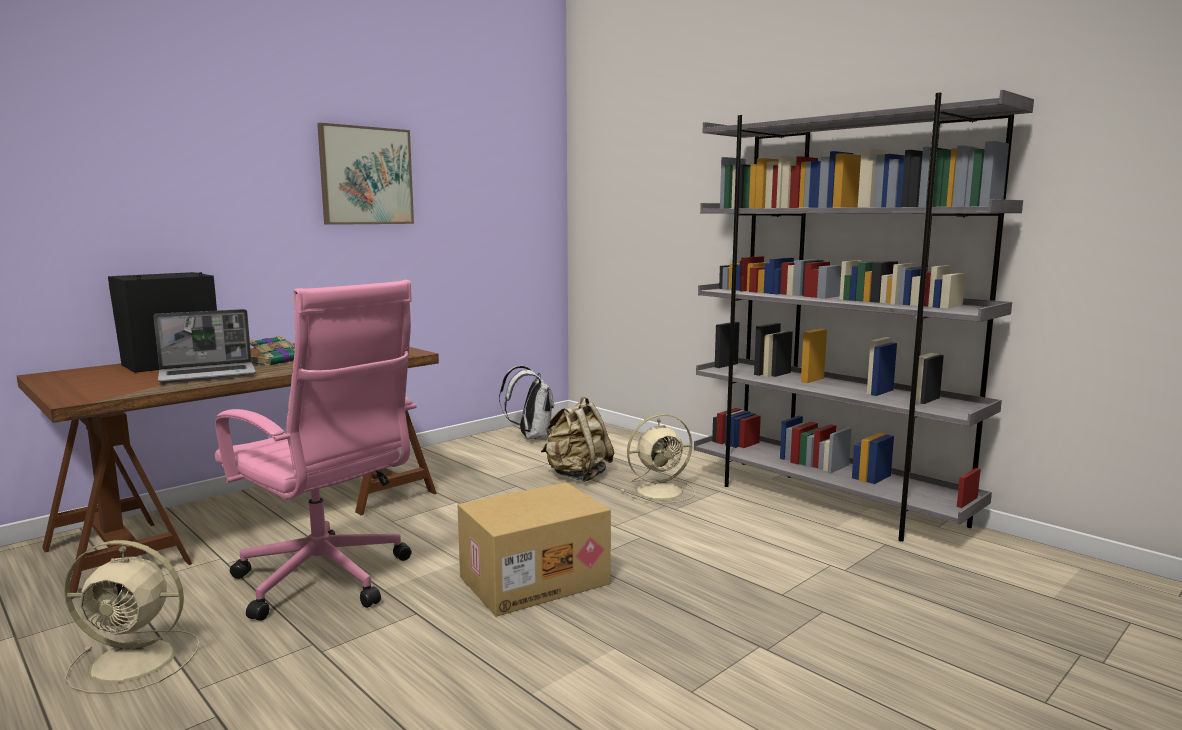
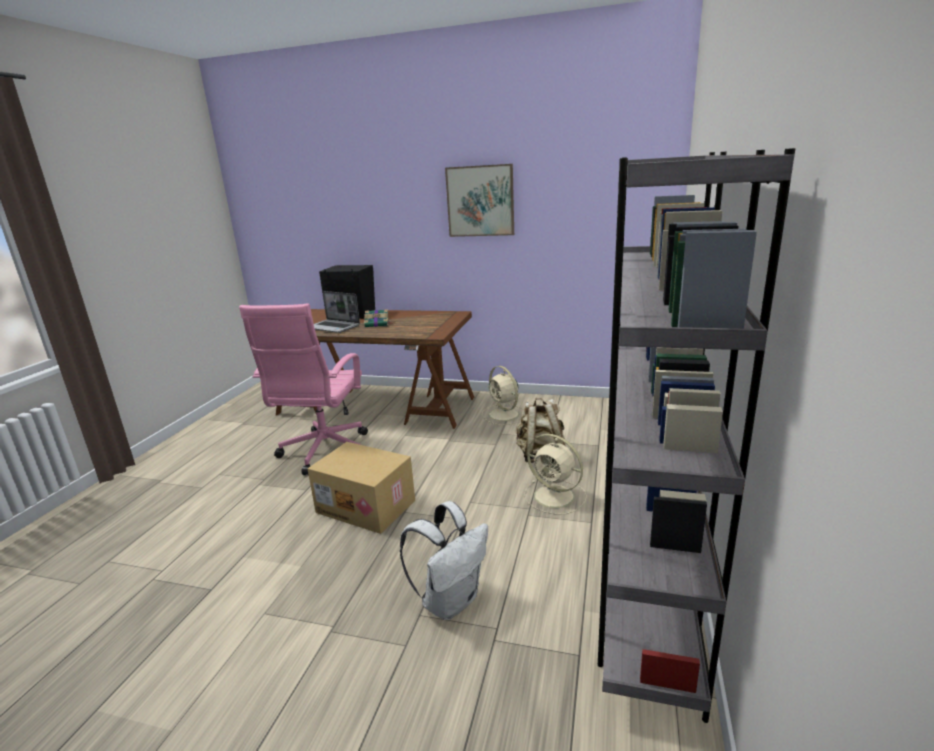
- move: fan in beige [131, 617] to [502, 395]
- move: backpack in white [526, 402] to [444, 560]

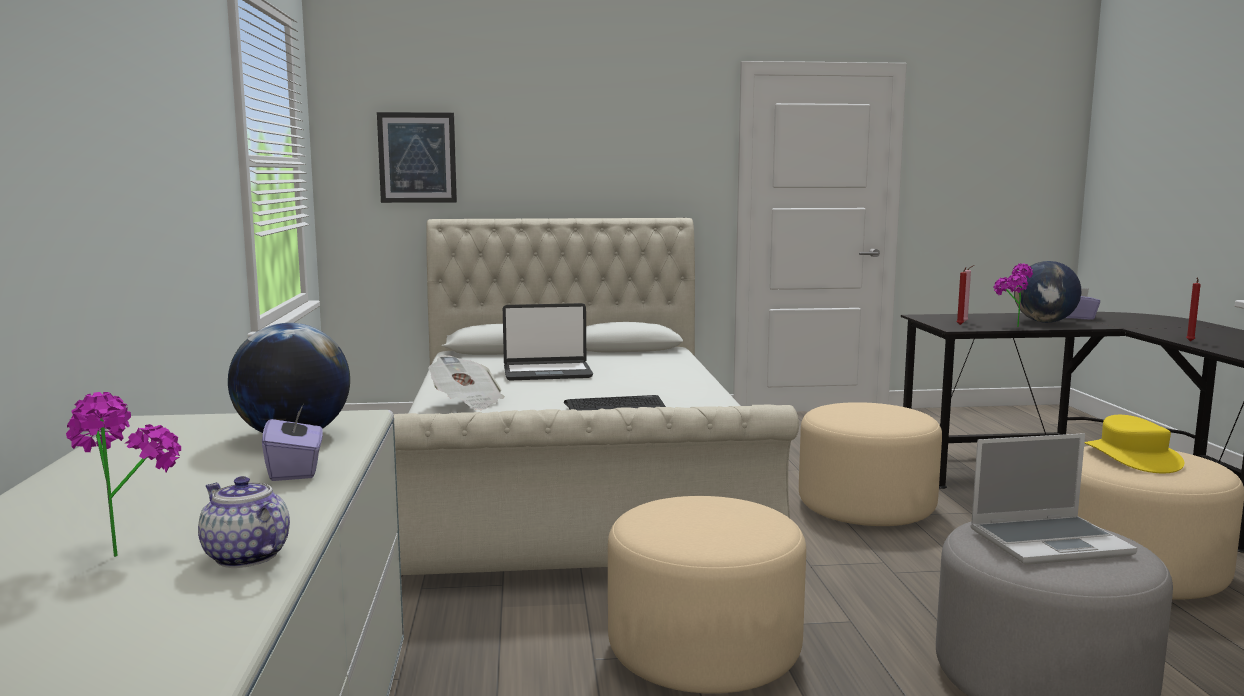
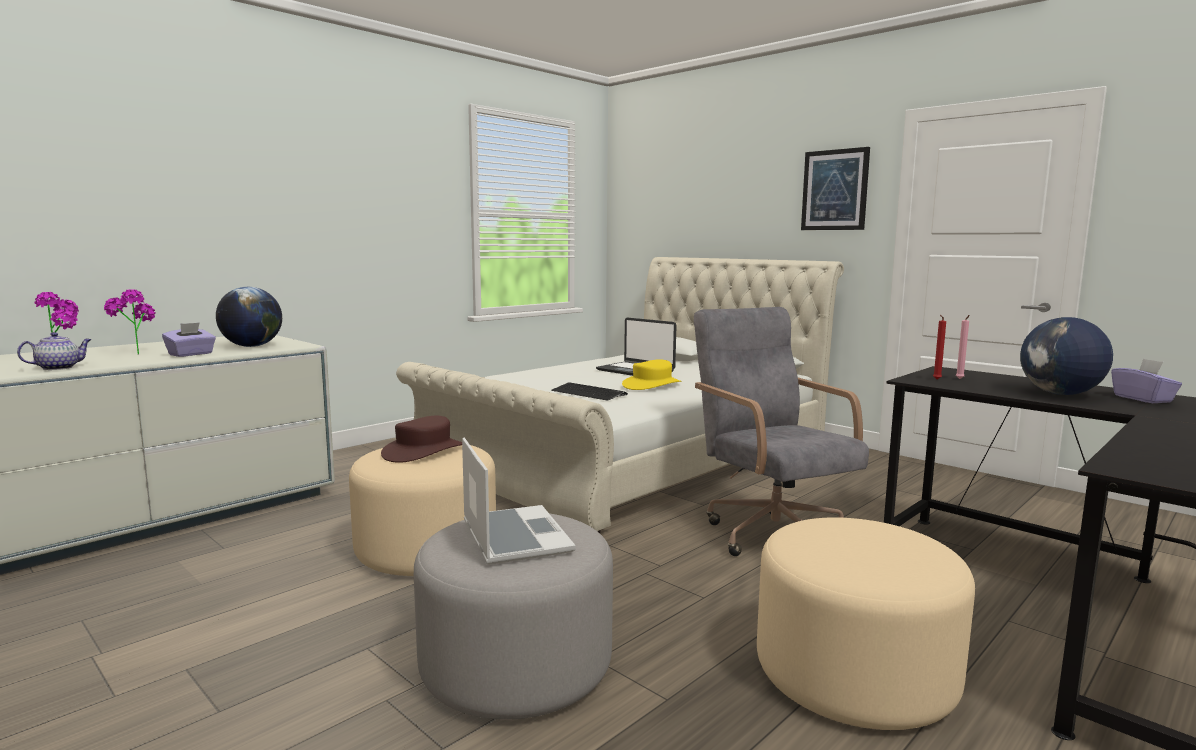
- rotate: teapot [244, 522] = [54, 351] 45 degrees clockwise
- move: picture [417, 157] to [835, 188]
- delete: newspaper [466, 382]
- replace: ottoman in beige [870, 464] to office chair in grey [781, 431]
- rotate: laptop [1053, 499] = [519, 501] 150 degrees counterclockwise
- move: potted plant [1013, 295] to [130, 321]
- move: hat in yellow [1134, 444] to [651, 374]
- delete: candle in red [1193, 309]
- insert: hat in brown [421, 439]

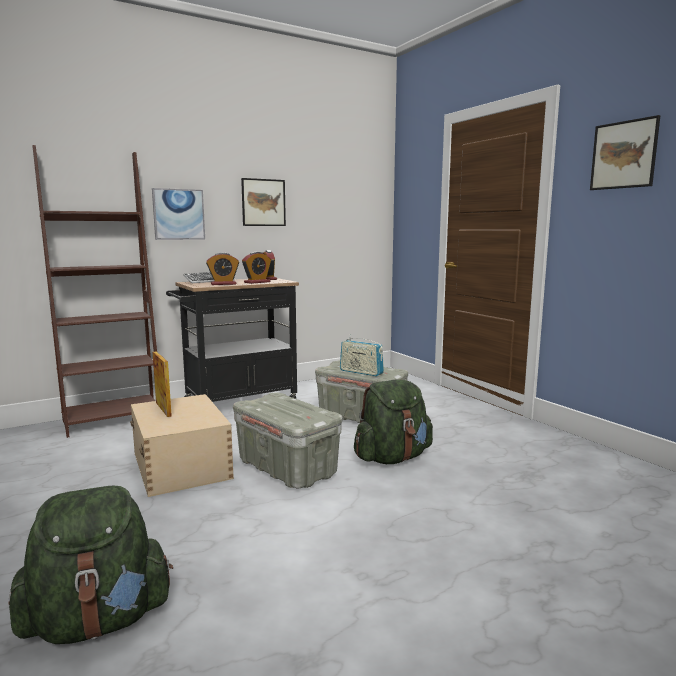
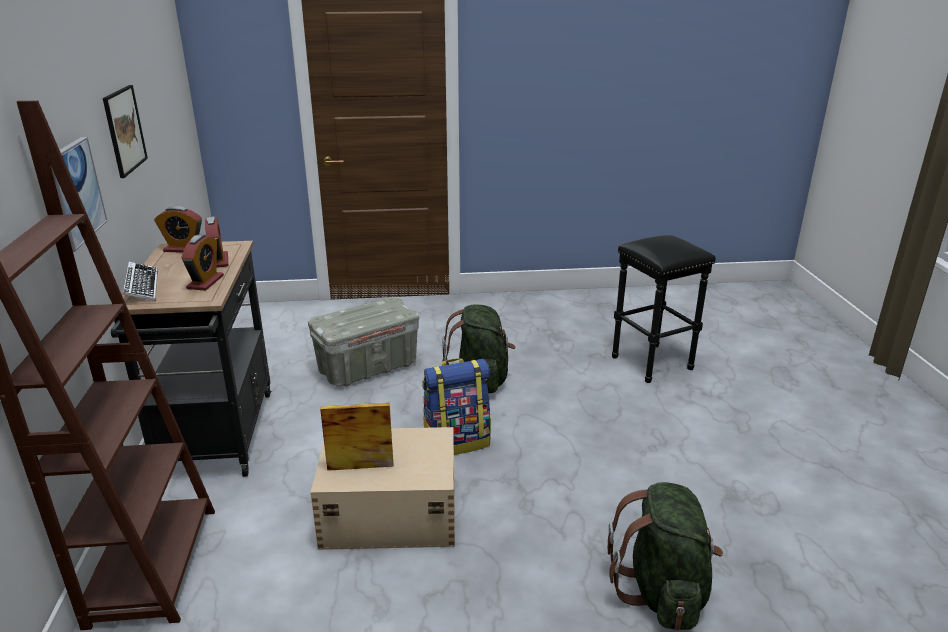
- replace: storage box in grey [287, 440] to backpack [456, 406]
- delete: radio [362, 355]
- delete: picture [625, 152]
- insert: stool in black [664, 309]

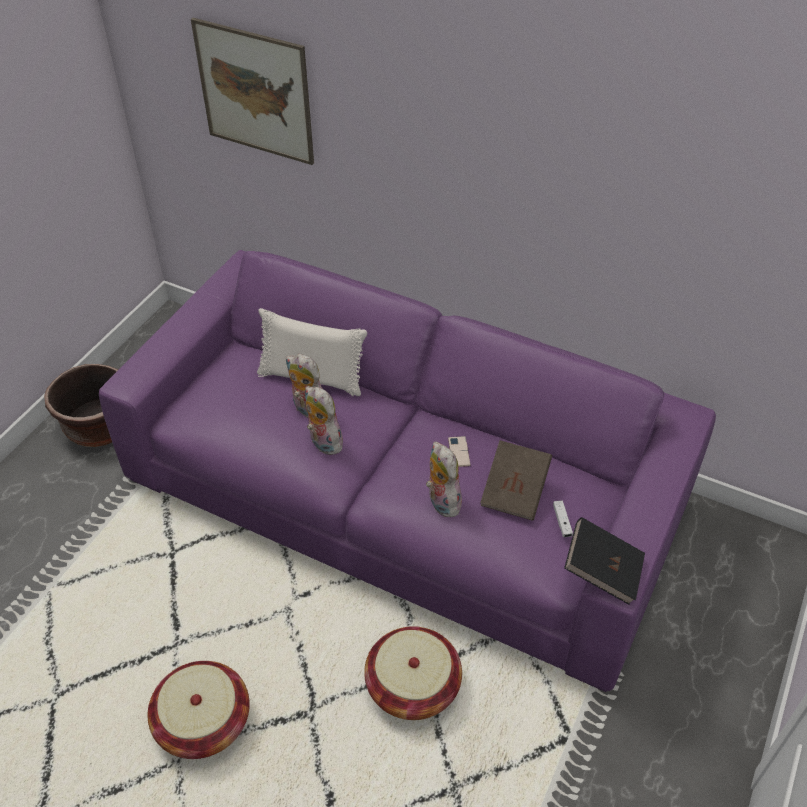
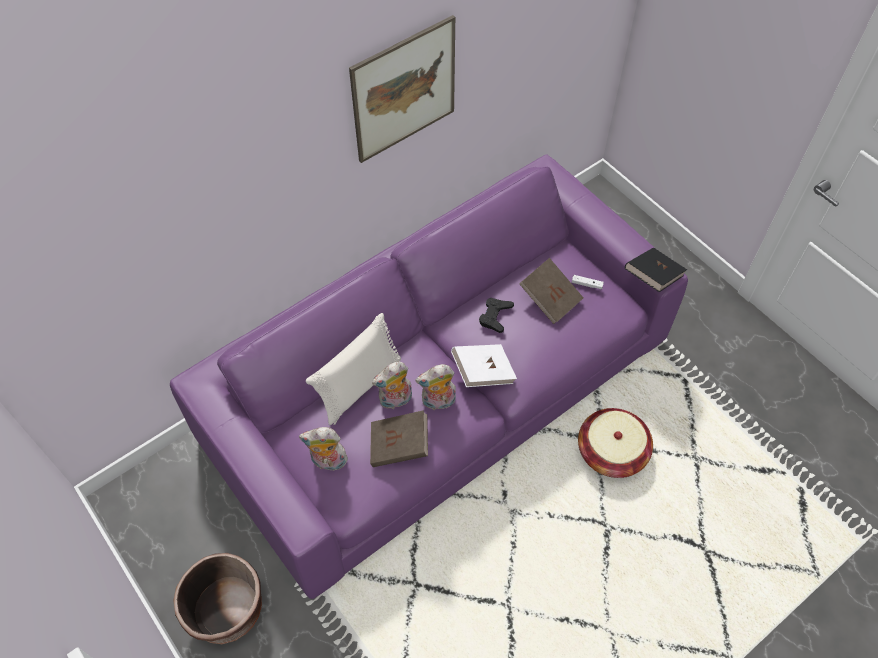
- delete: basket [199, 710]
- move: picture [252, 91] to [402, 89]
- move: plush toy [444, 479] to [324, 449]
- replace: phone [459, 451] to game controller in black [496, 315]
- insert: book in brown [399, 438]
- insert: book in white [484, 365]

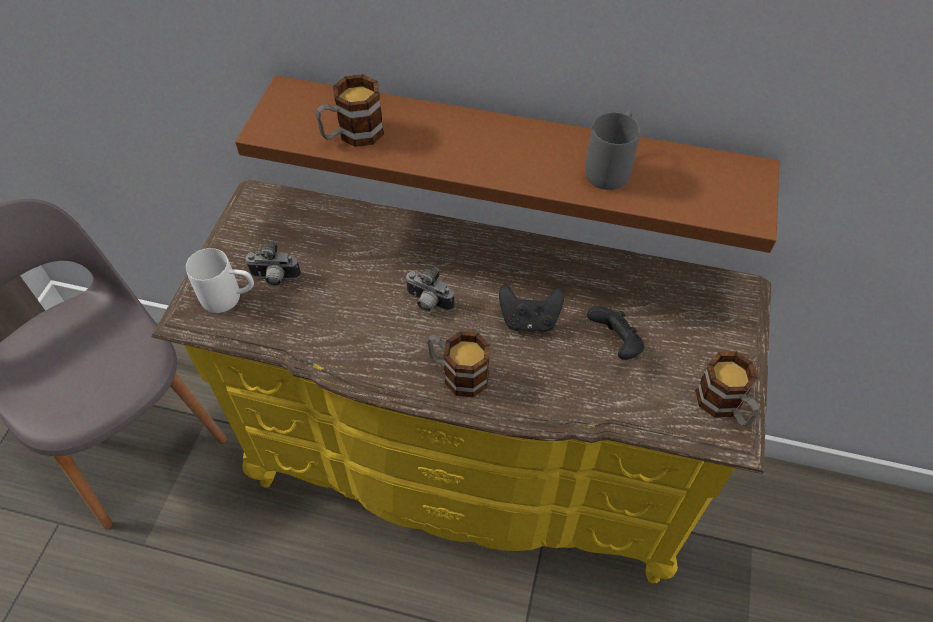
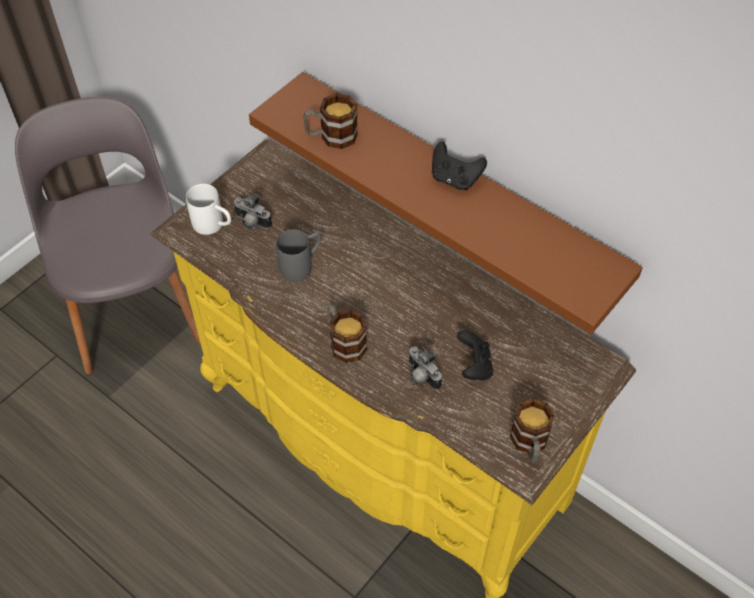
- move: photo camera [430, 289] to [425, 368]
- move: game controller in black [531, 309] to [459, 166]
- move: mug in grey [612, 150] to [298, 256]

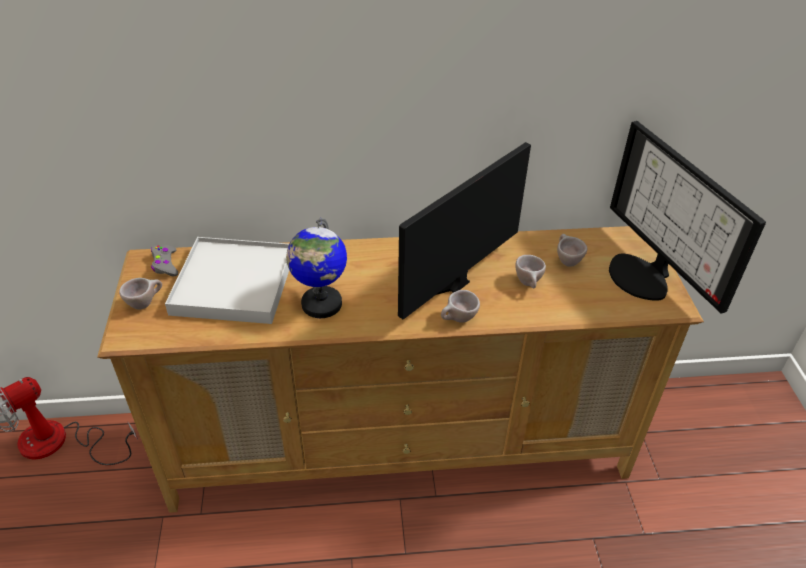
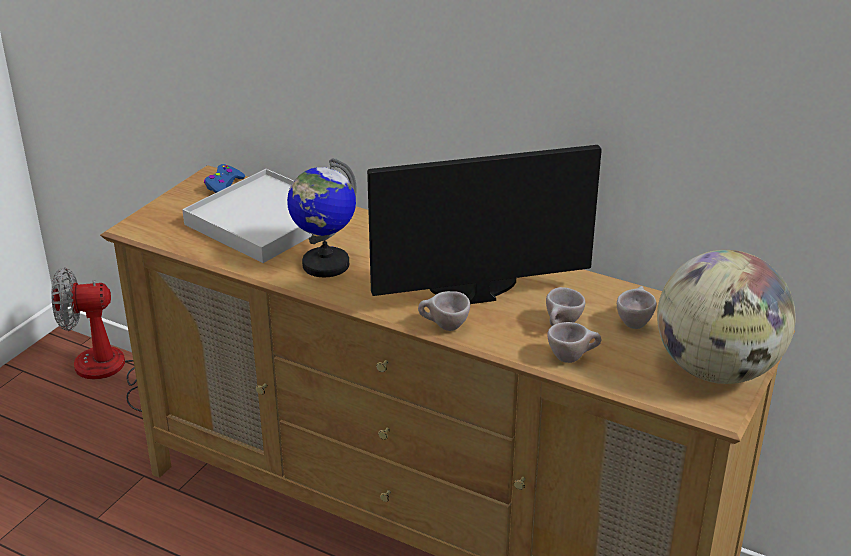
- move: cup in beige [140, 294] to [574, 342]
- recolor: game controller in grey [164, 261] to game controller in blue [224, 178]
- replace: monitor [687, 217] to globe [726, 317]

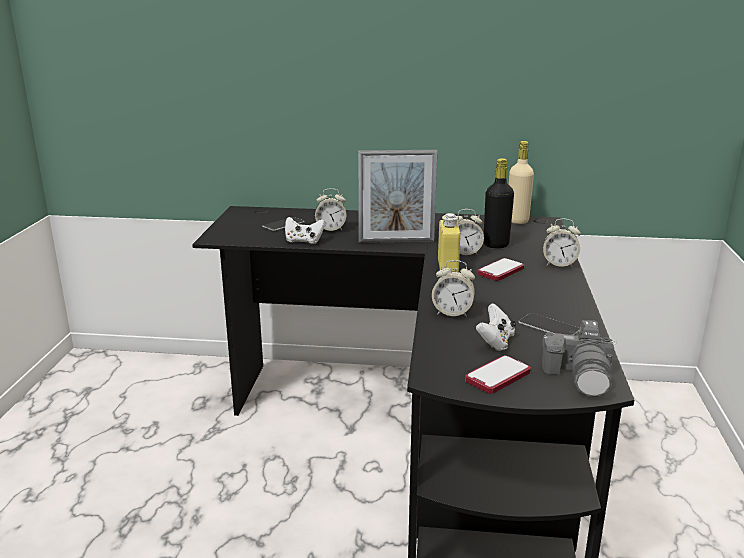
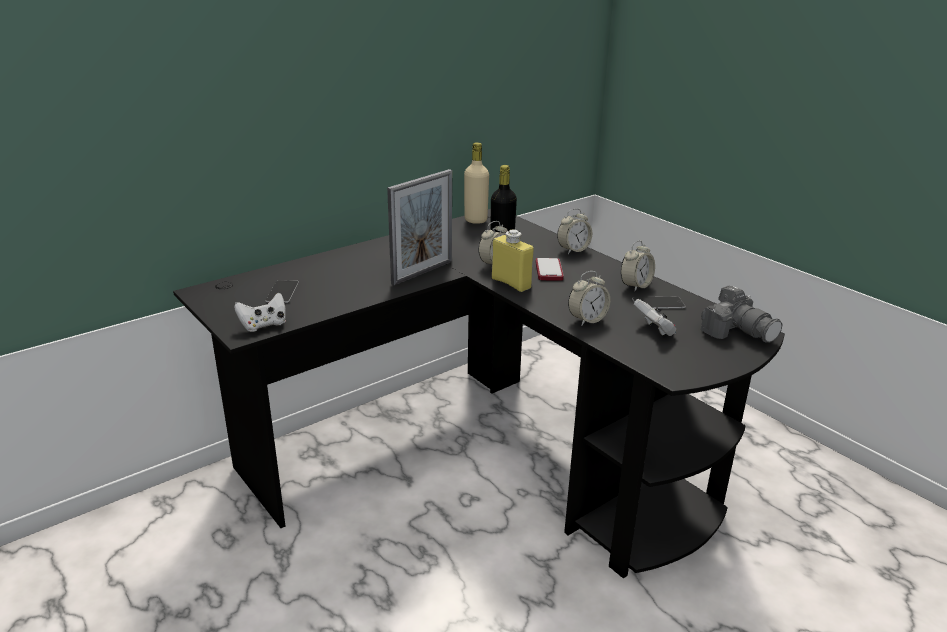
- move: game controller in white [305, 230] to [260, 312]
- move: alarm clock [330, 209] to [637, 266]
- delete: phone [498, 374]

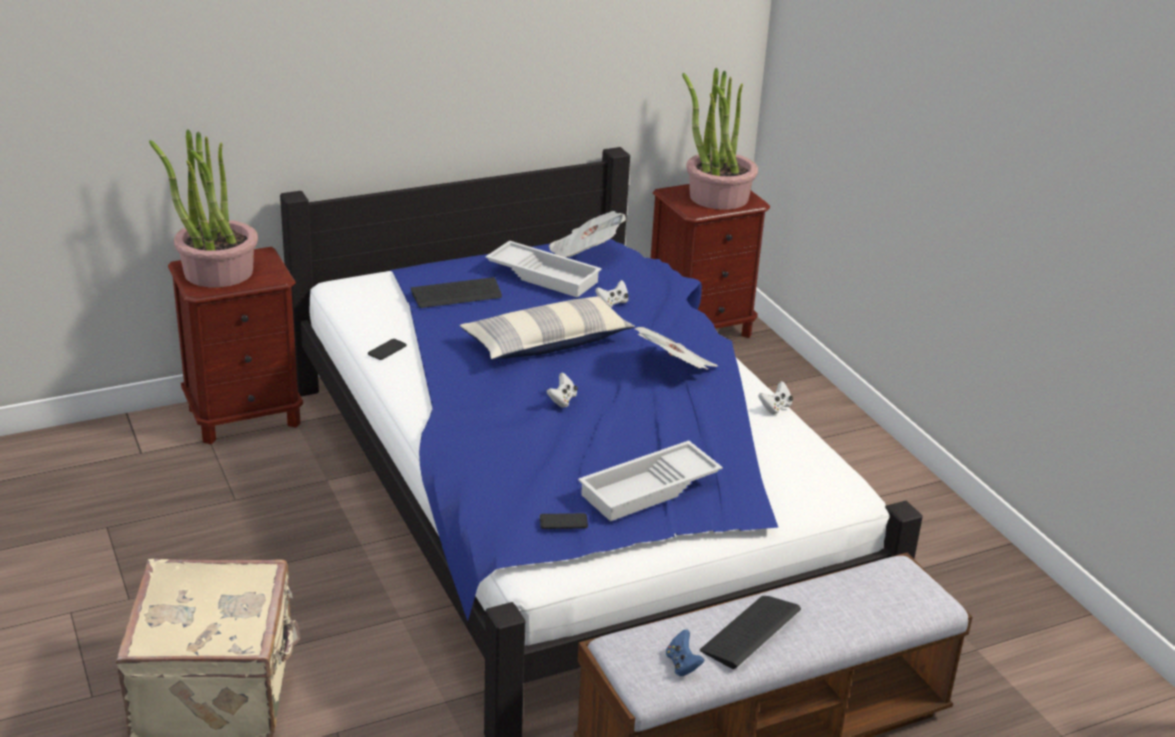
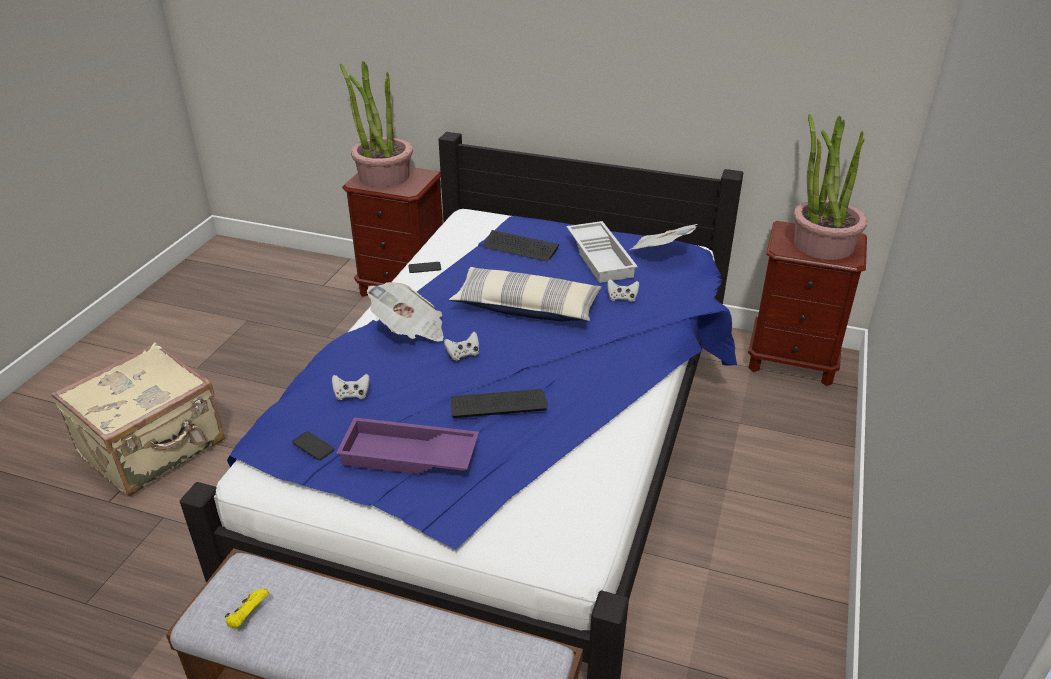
- recolor: tray in white [650, 480] to tray in purple [407, 445]
- move: newspaper [676, 348] to [405, 312]
- recolor: game controller in blue [685, 652] to game controller in yellow [247, 608]
- move: keyboard [750, 632] to [499, 403]
- move: game controller in white [776, 397] to [351, 387]

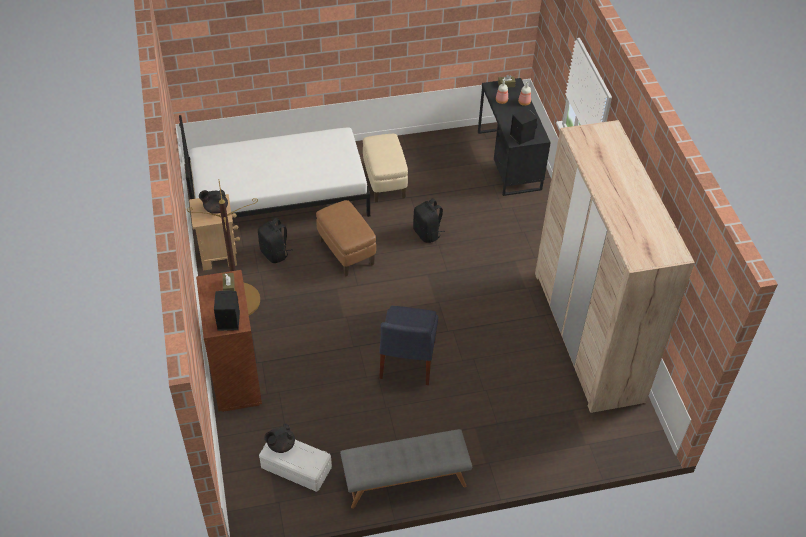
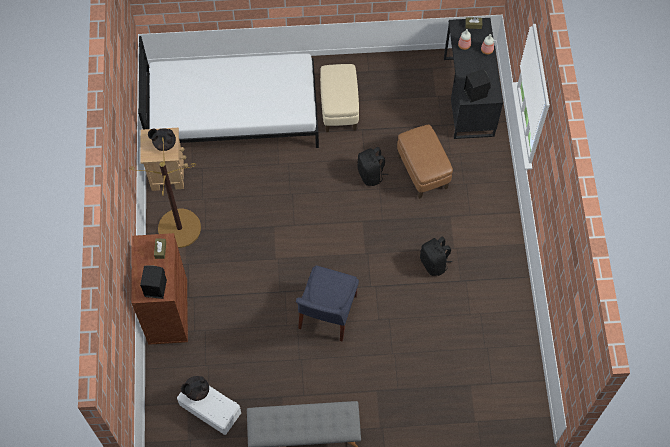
- move: backpack in black [275, 240] to [436, 256]
- move: ottoman in brown [346, 238] to [425, 162]
- delete: wardrobe in beige [615, 266]

